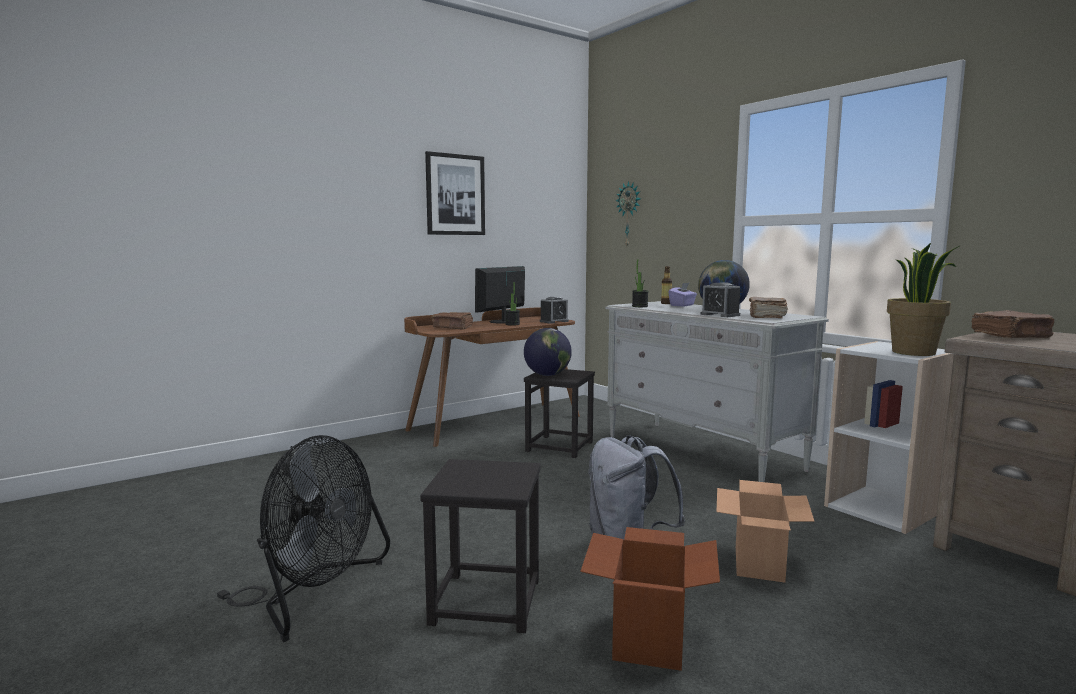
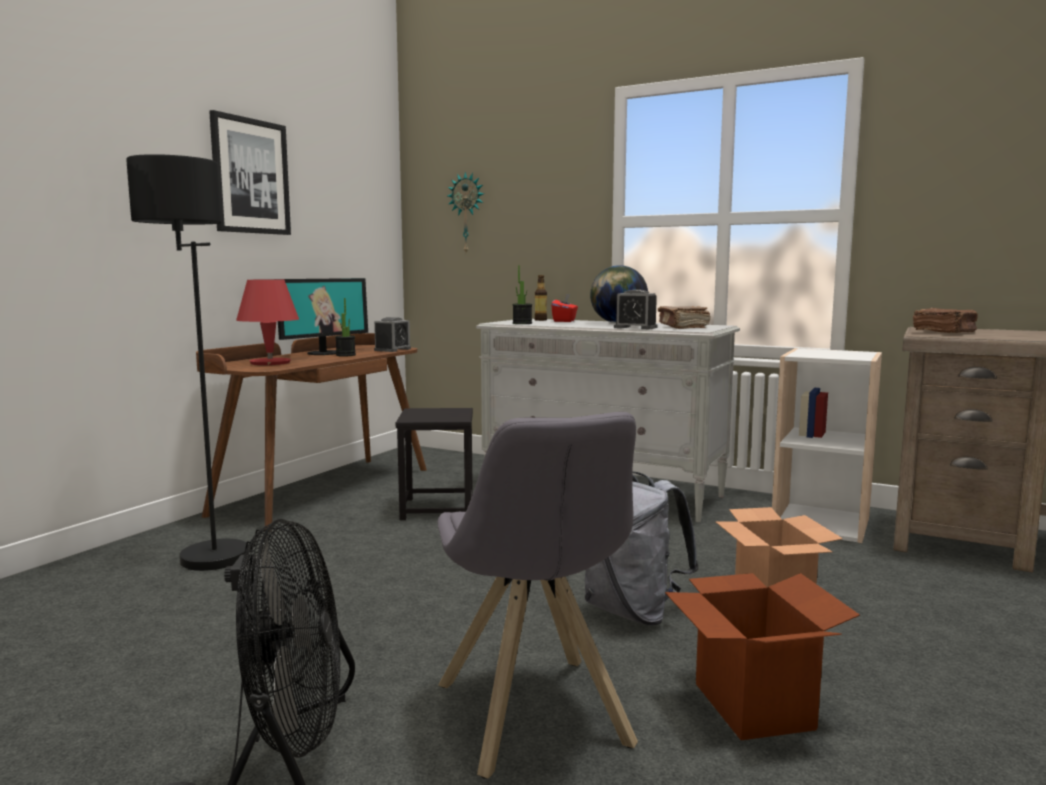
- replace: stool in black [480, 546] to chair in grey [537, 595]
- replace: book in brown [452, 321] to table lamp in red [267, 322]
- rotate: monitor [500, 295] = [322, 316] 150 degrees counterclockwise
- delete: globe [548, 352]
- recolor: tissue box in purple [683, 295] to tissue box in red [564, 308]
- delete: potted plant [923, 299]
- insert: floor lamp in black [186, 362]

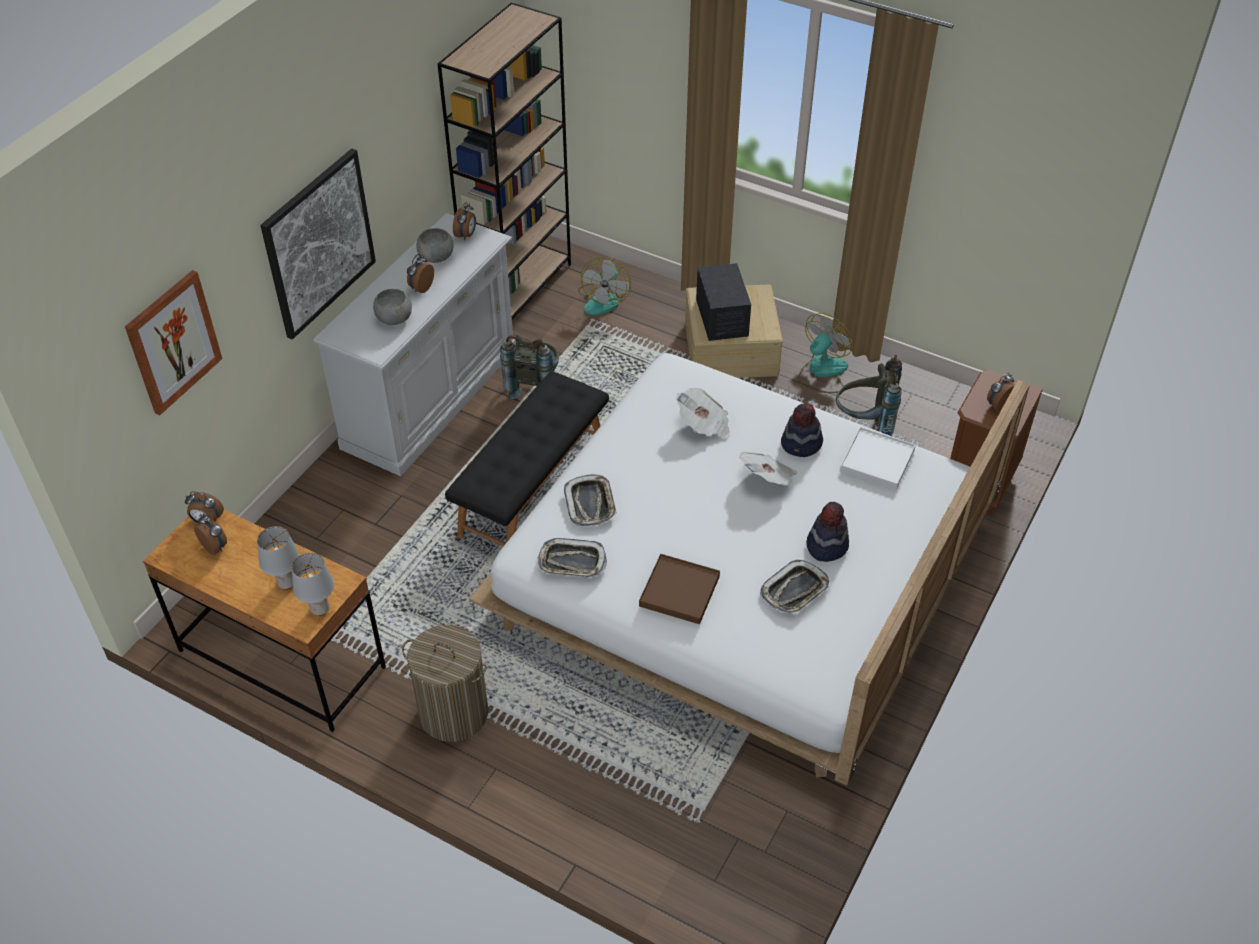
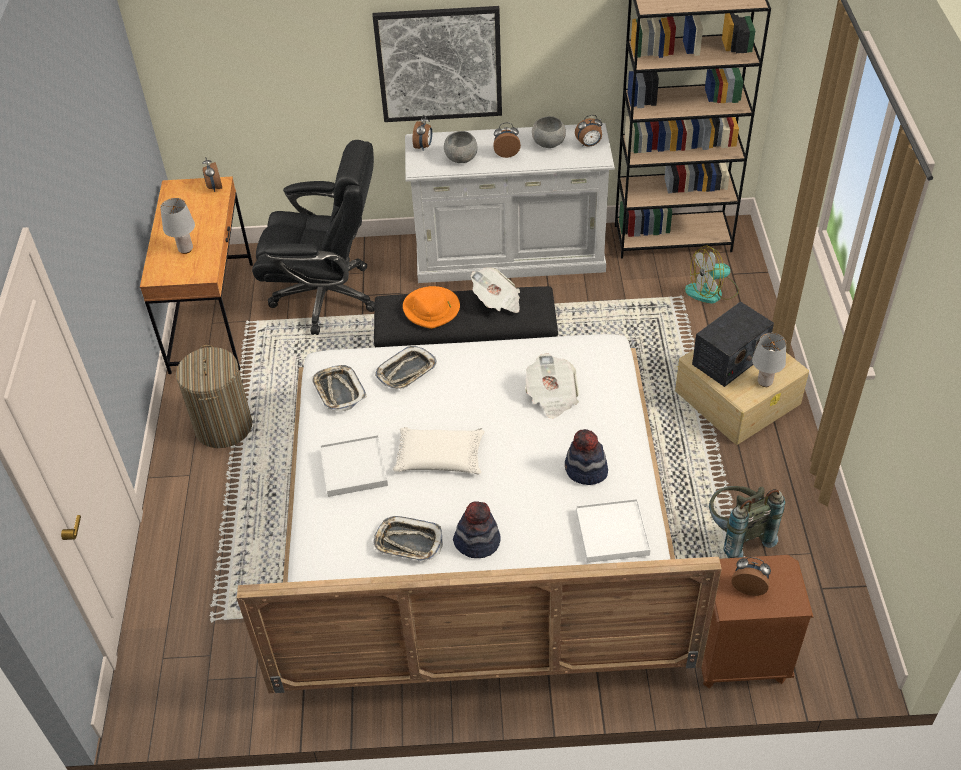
- delete: picture [173, 342]
- move: alarm clock [210, 534] to [422, 132]
- move: table lamp in grey [313, 584] to [769, 360]
- delete: backpack in grey [529, 367]
- recolor: tray in brown [679, 589] to tray in white [354, 466]
- move: newspaper [768, 469] to [495, 290]
- delete: fan [825, 353]
- insert: office chair in black [313, 237]
- insert: pillow in white [439, 450]
- insert: hat in orange [431, 307]

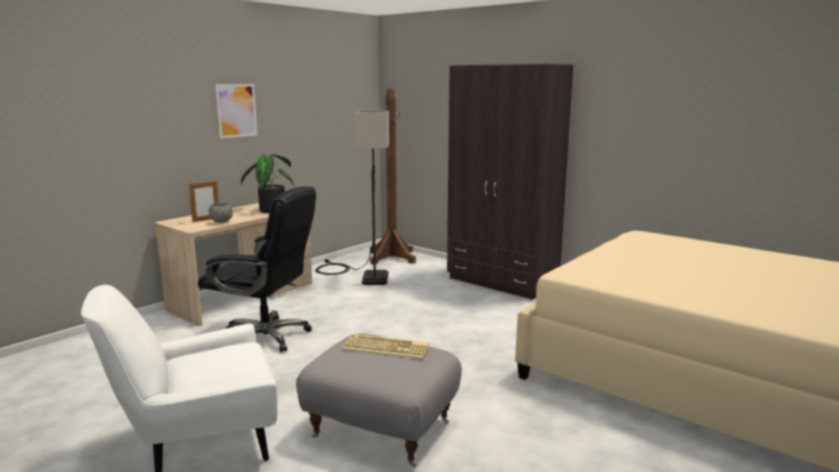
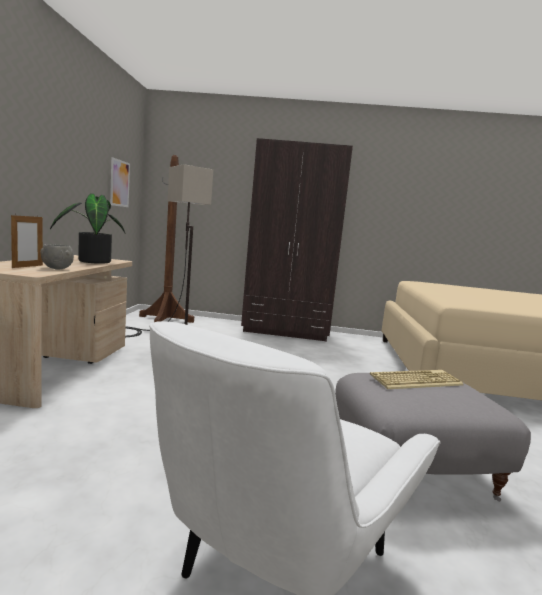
- delete: office chair in black [257, 269]
- move: picture [236, 111] to [120, 182]

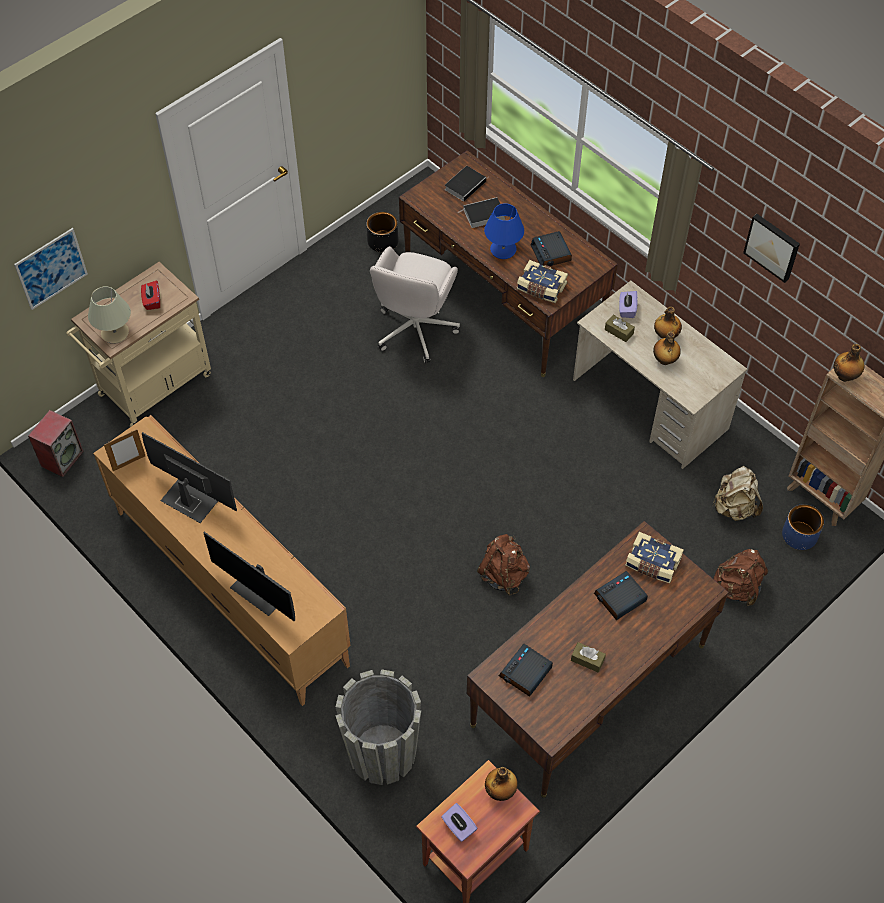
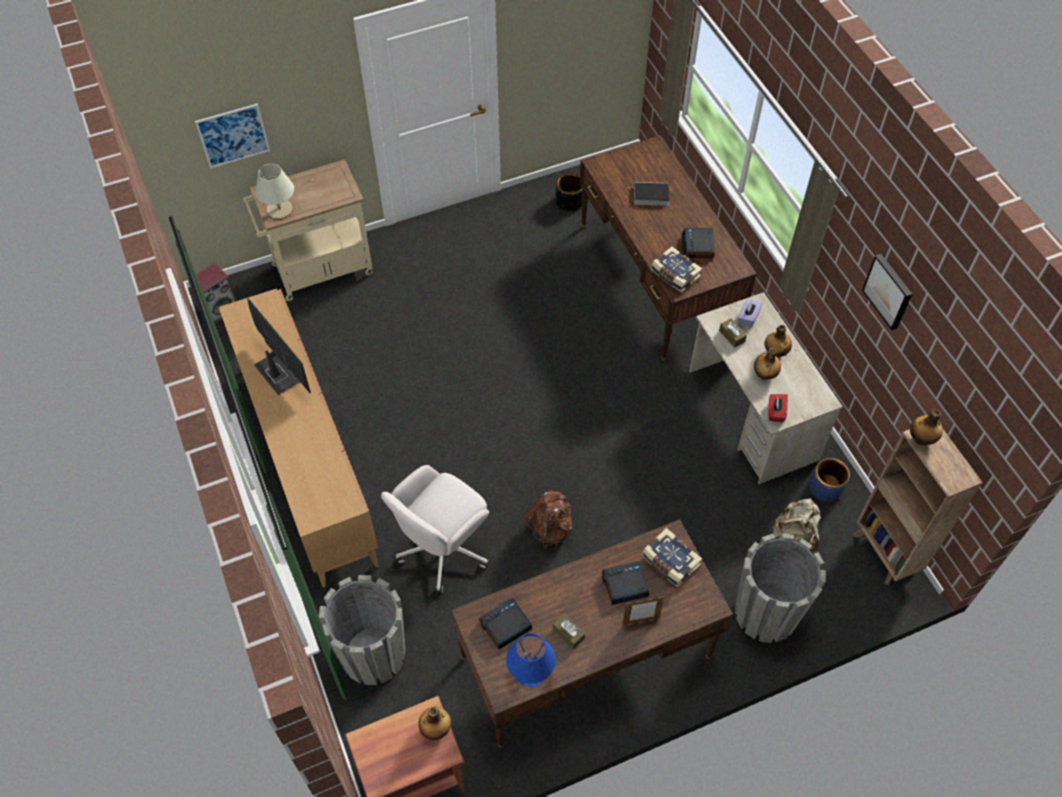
- move: picture frame [124, 450] to [643, 611]
- move: tissue box in red [150, 295] to [778, 408]
- delete: monitor [249, 577]
- move: office chair in white [415, 304] to [435, 529]
- delete: tissue box in purple [459, 822]
- delete: book [467, 184]
- move: table lamp in blue [504, 231] to [531, 660]
- replace: backpack in brown [740, 577] to planter in grey [780, 588]
- move: planter in blue [803, 527] to [829, 480]

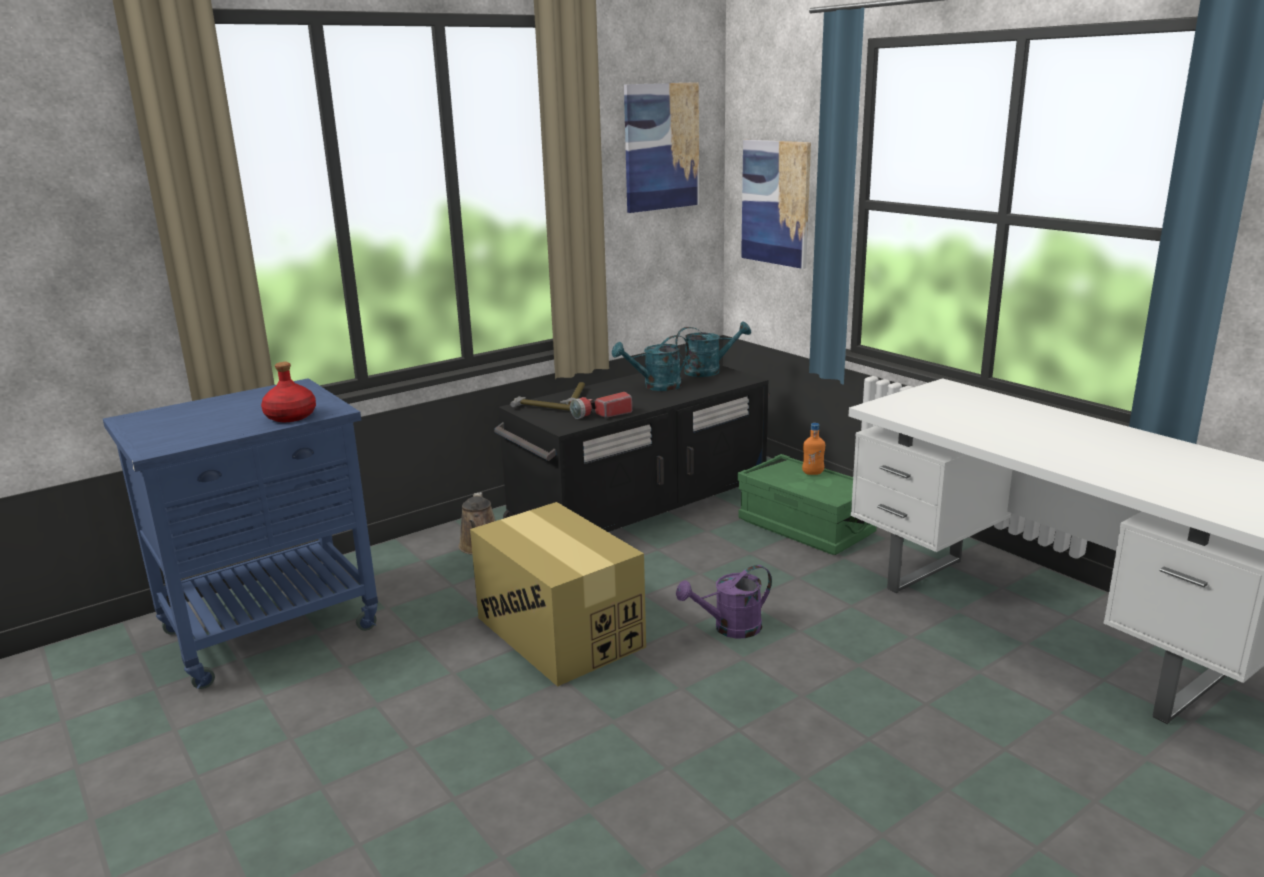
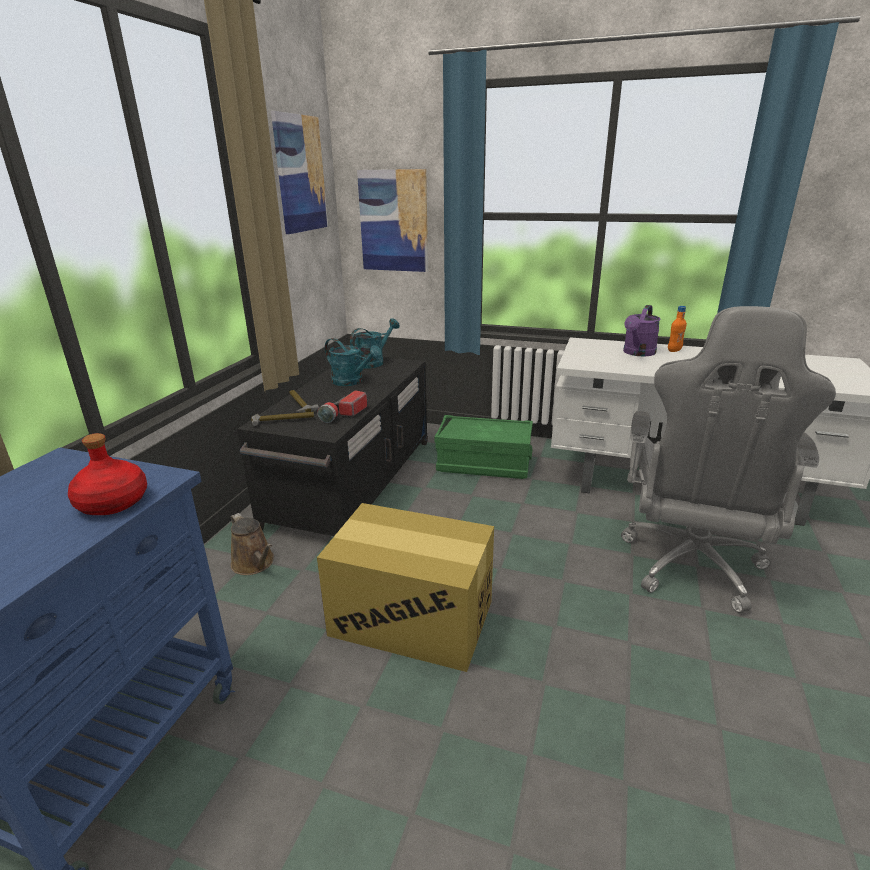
- rotate: watering can in turquoise [650, 363] = [353, 362] 90 degrees counterclockwise
- move: watering can in purple [724, 601] to [642, 330]
- move: bottle in orange [813, 449] to [677, 329]
- insert: office chair in grey [728, 459]

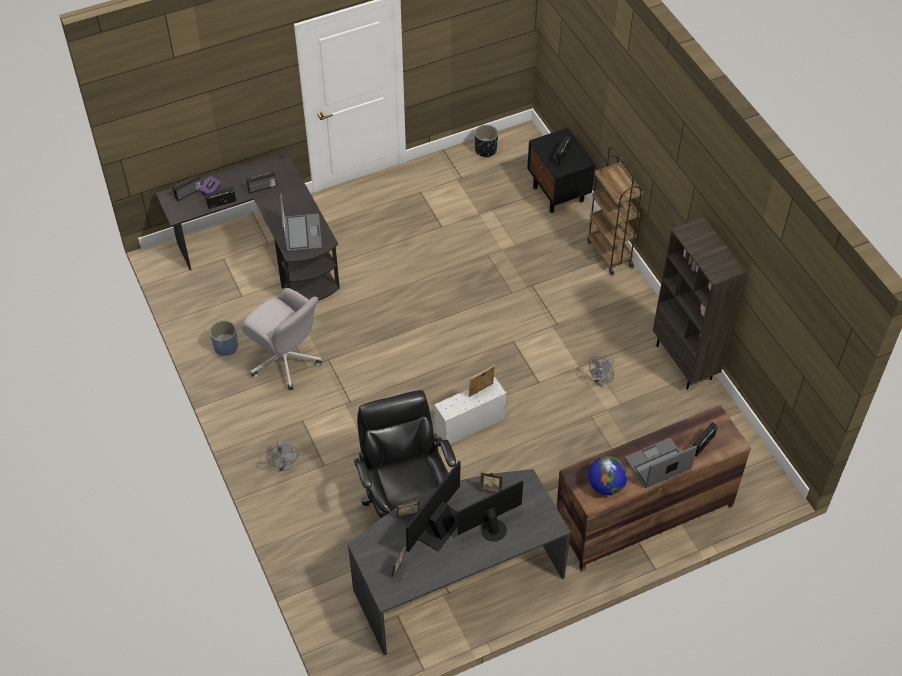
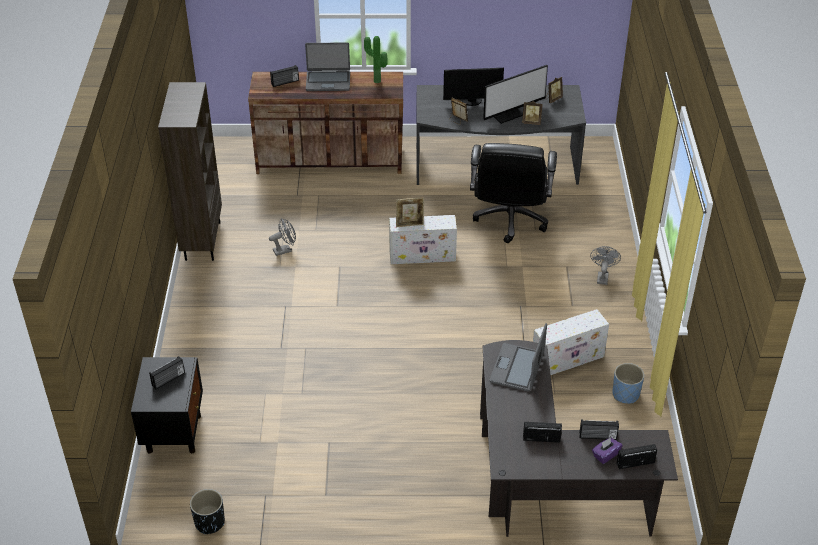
- replace: office chair in grey [281, 339] to storage box in white [571, 342]
- delete: cart in brown [615, 211]
- replace: globe [608, 475] to potted plant [376, 59]

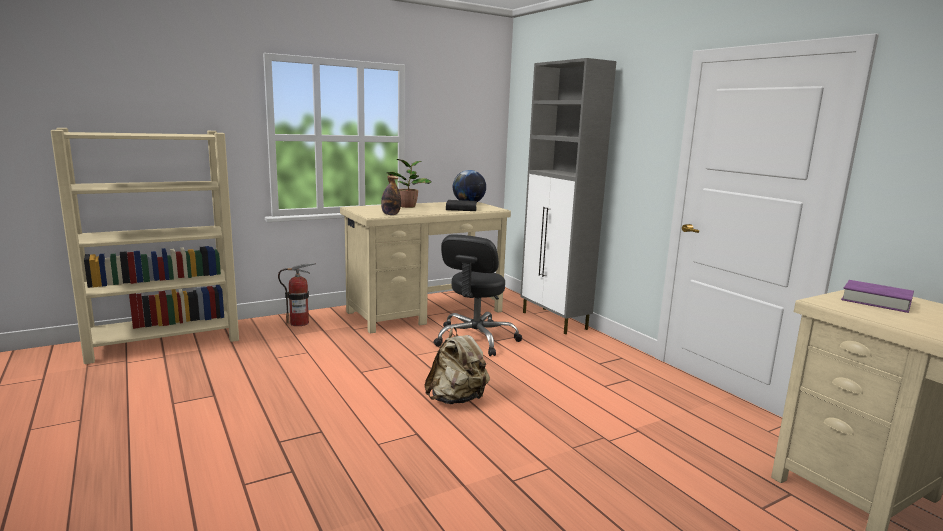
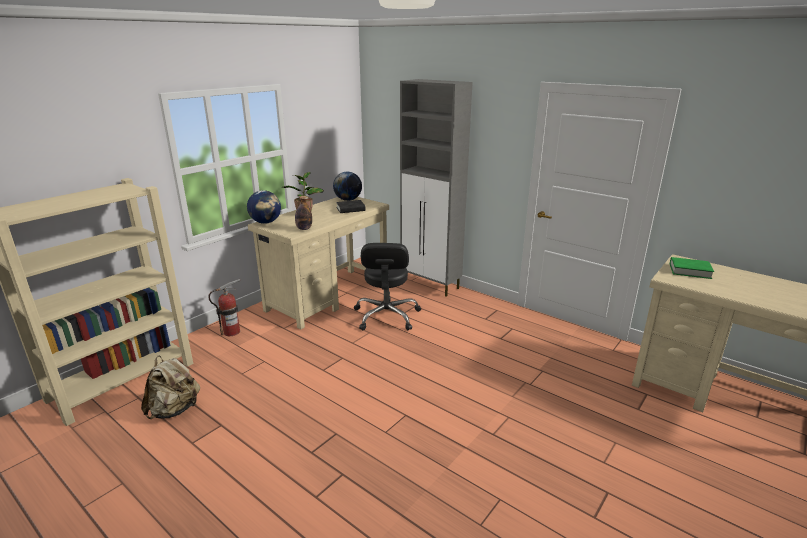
- move: backpack in beige [457, 365] to [170, 387]
- recolor: book in purple [877, 296] to book in green [692, 268]
- insert: globe [264, 207]

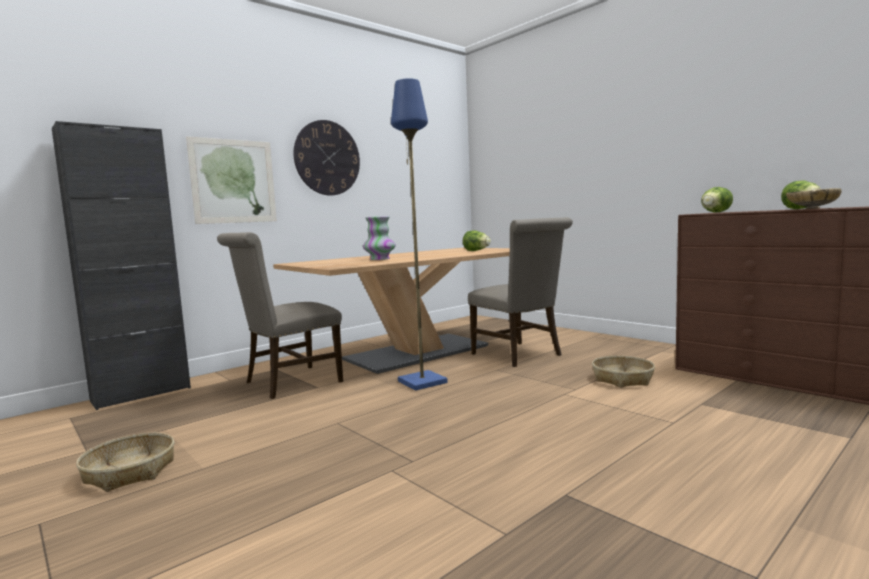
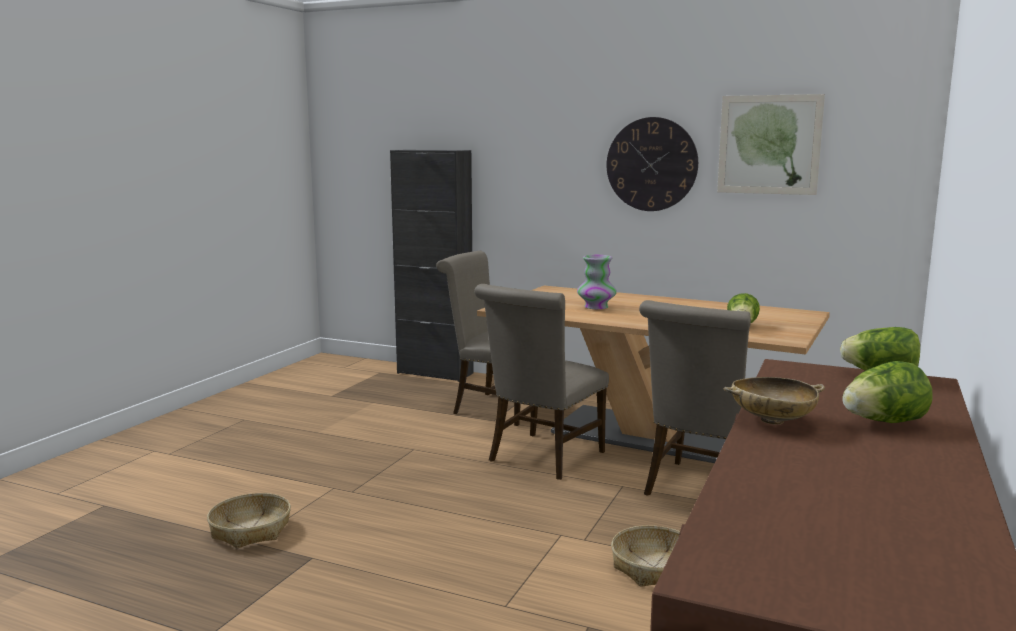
- move: basket [125, 462] to [249, 520]
- move: picture [231, 180] to [771, 144]
- replace: floor lamp in blue [419, 234] to chair in beige [541, 382]

